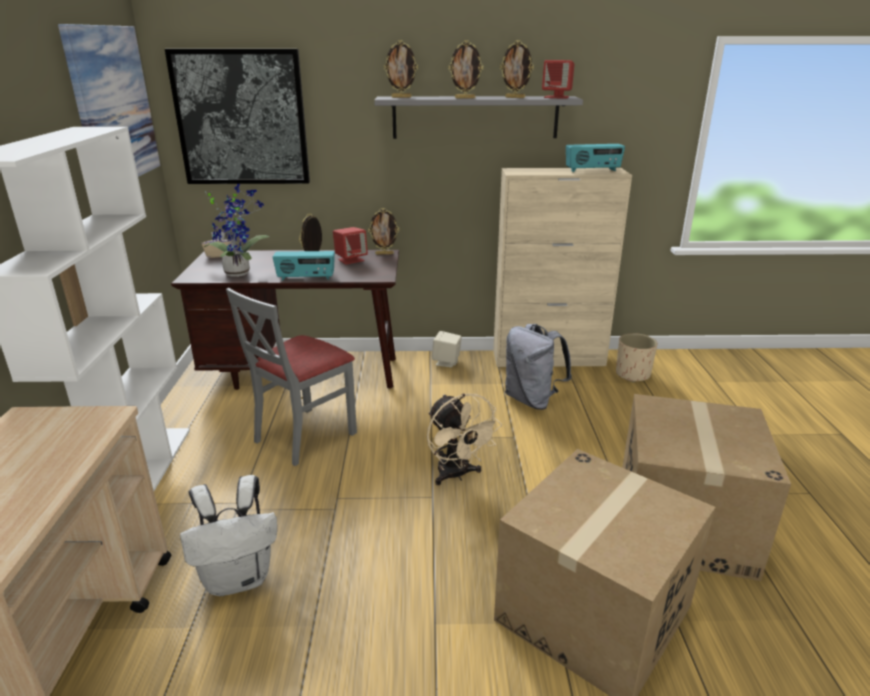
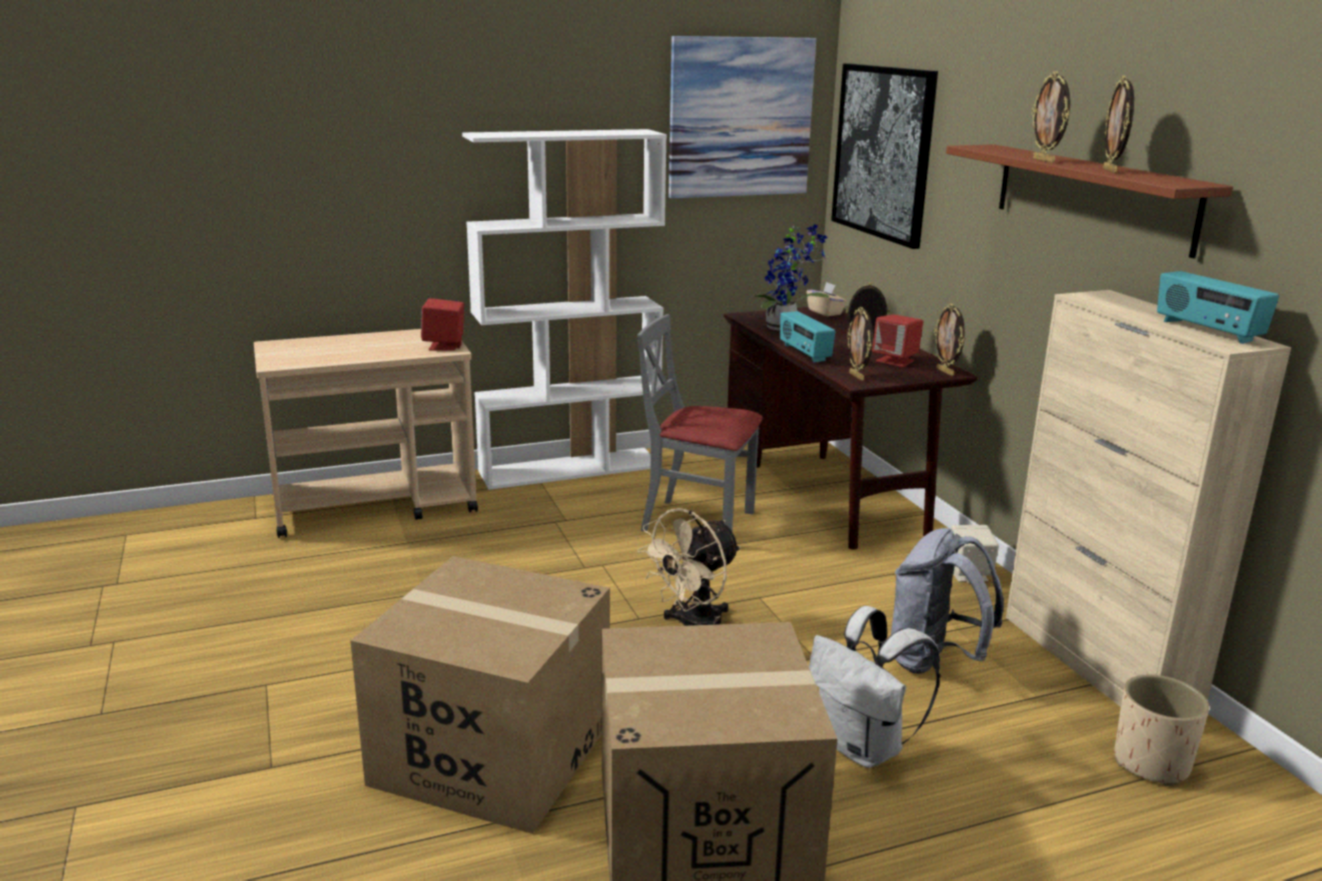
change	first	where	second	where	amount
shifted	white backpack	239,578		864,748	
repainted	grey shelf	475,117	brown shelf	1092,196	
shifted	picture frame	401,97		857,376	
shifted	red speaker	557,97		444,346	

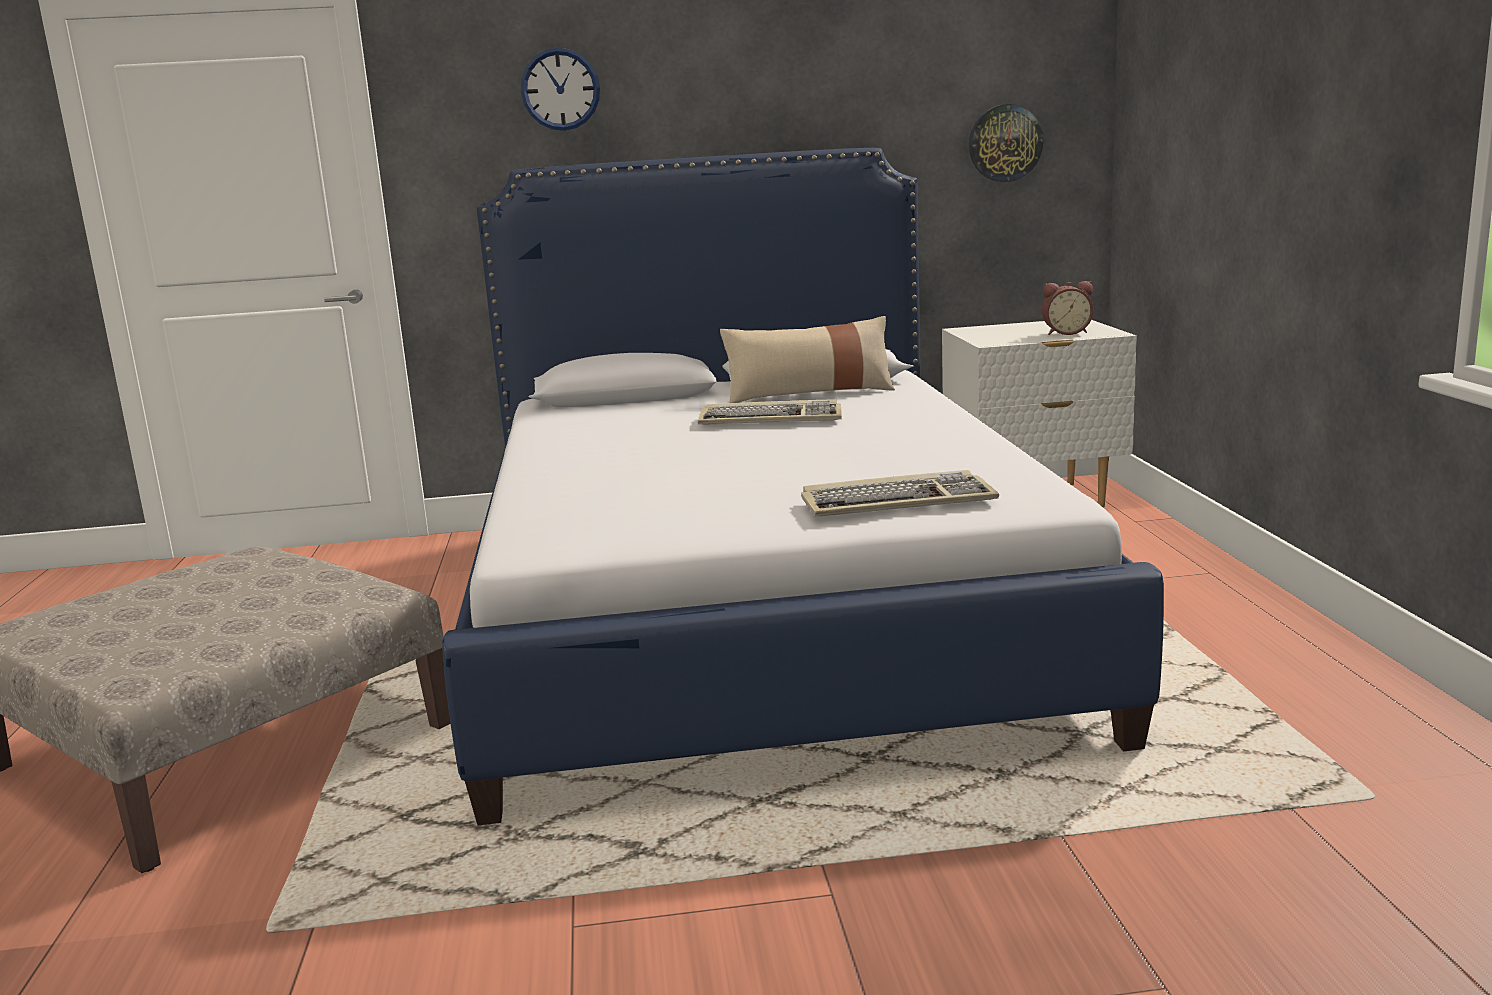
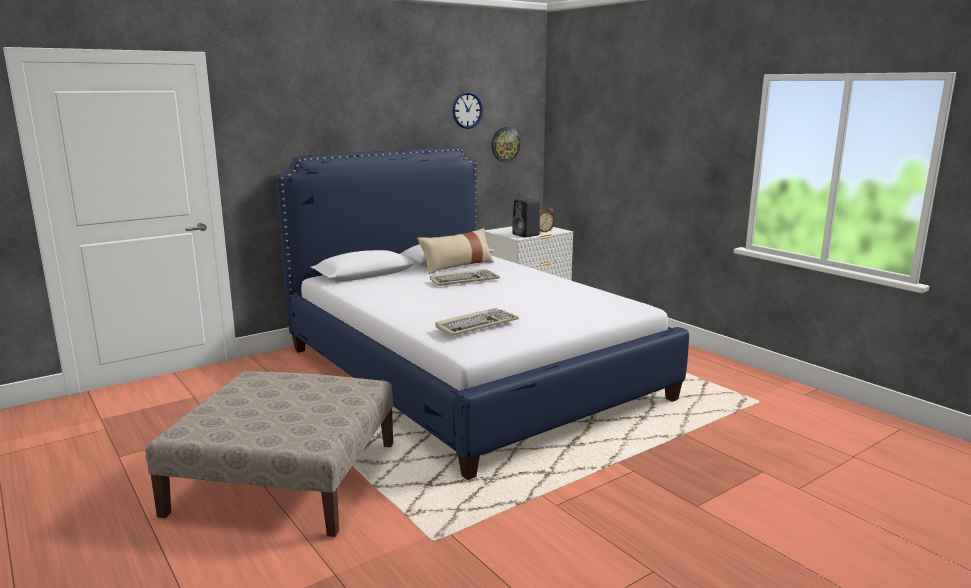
change	first	where	second	where	amount
shifted	wall clock	560,89		467,110	
shifted	keyboard	898,501		476,324	
new			black speaker	526,235	

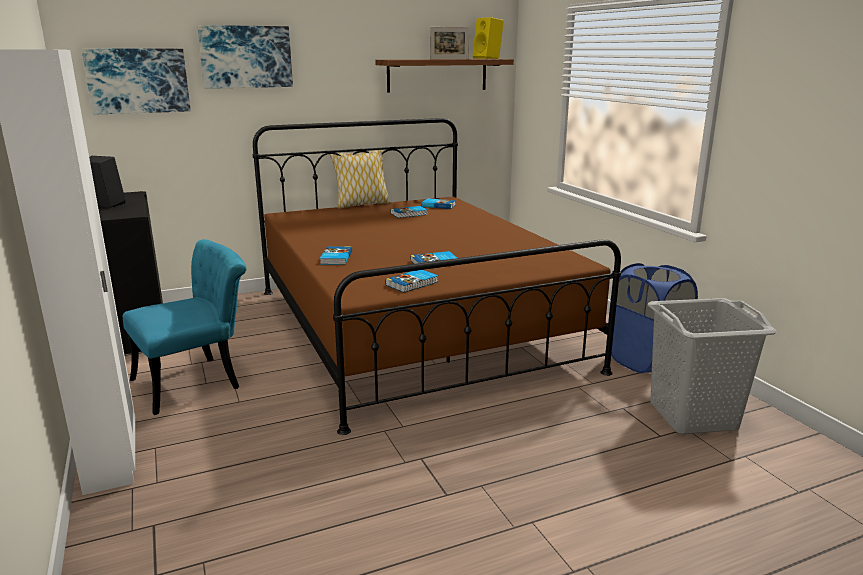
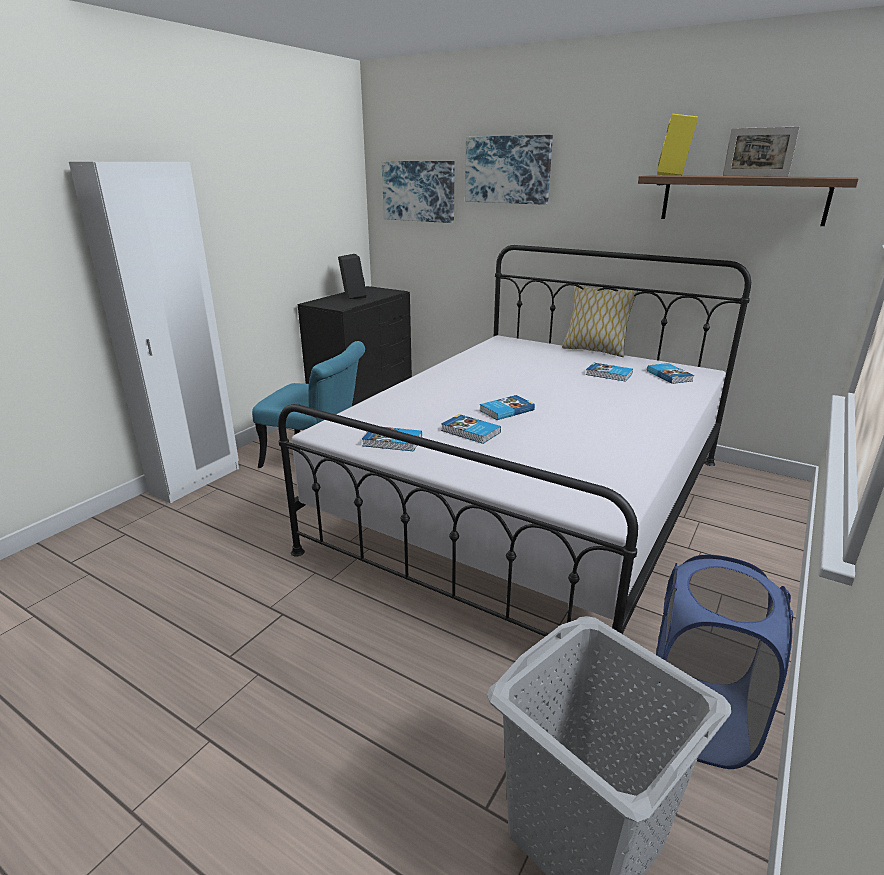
change	first	where	second	where	amount
repainted	brown bed	413,327	white bed	529,502	
shifted	book	335,258		506,410	
shifted	yellow speaker	488,58		673,175	

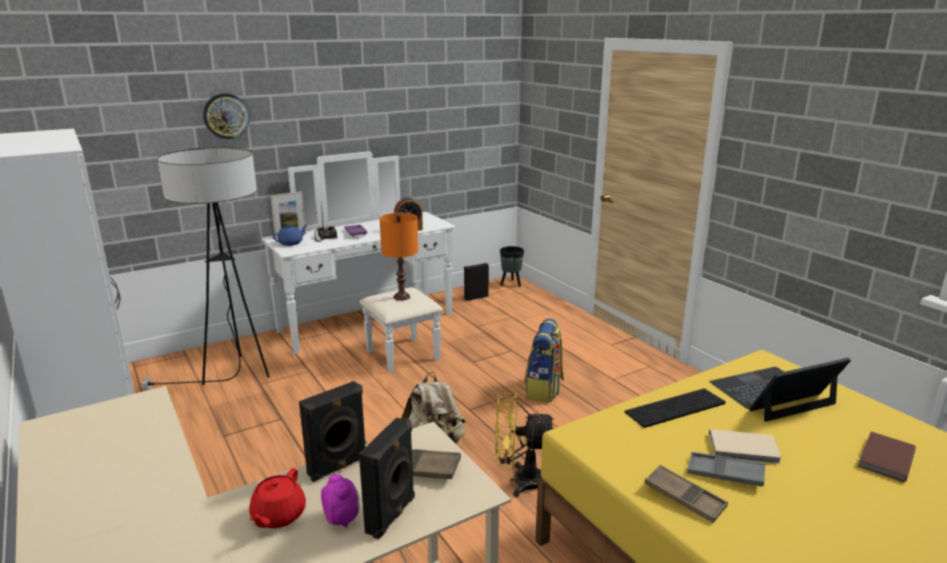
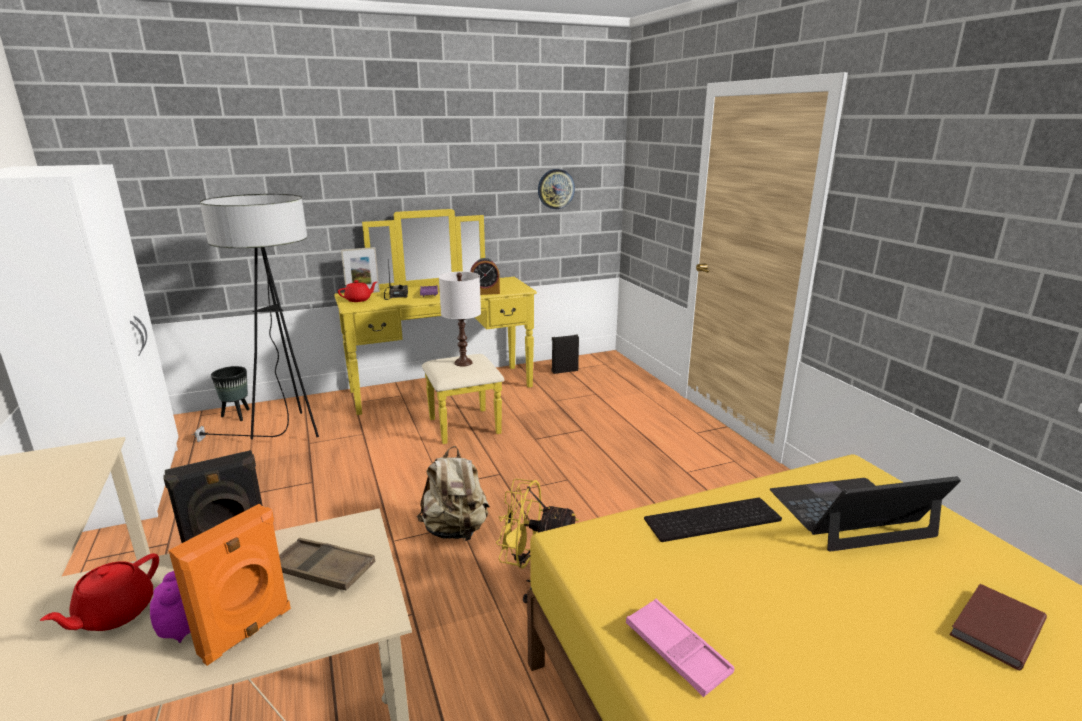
change	first	where	second	where	amount
shifted	wall clock	226,116		555,189	
repainted	white dresser	375,329	yellow dresser	447,396	
repainted	blue teapot	291,243	red teapot	359,300	
repainted	black speaker	392,515	orange speaker	247,632	
repainted	orange table lamp	402,297	white table lamp	463,363	
shifted	black planter	511,284		237,415	
gone	backpack	544,390			
repainted	brown tray	684,498	pink tray	677,651	
gone	grey tray	725,474			
gone	beige book	744,449			

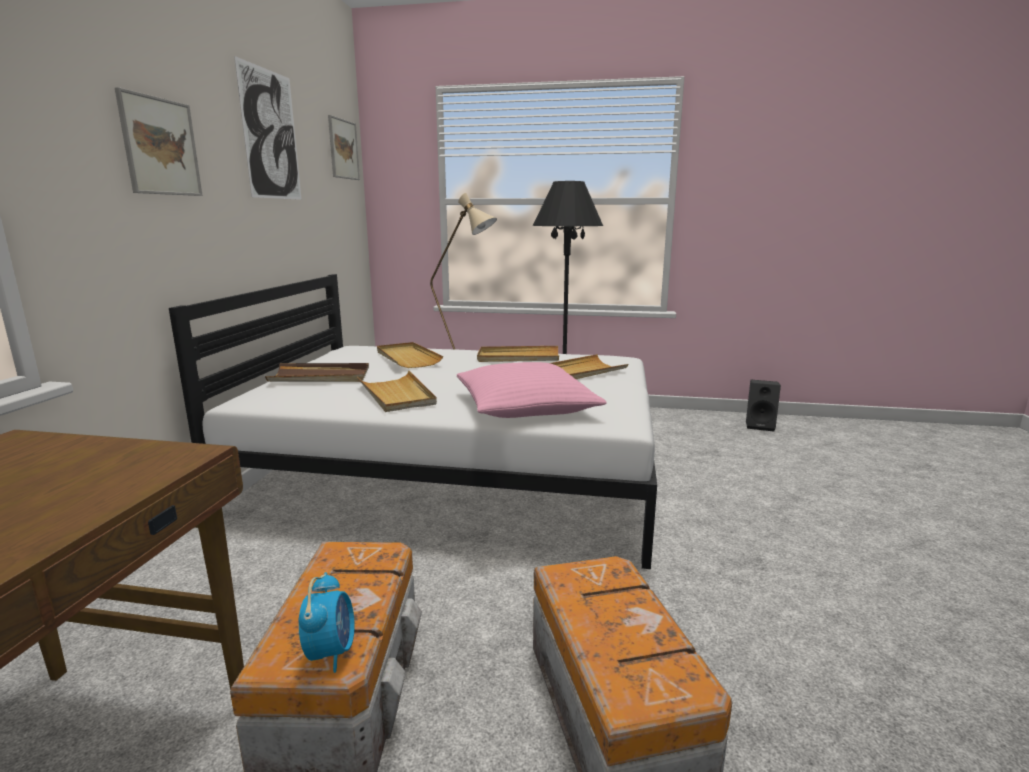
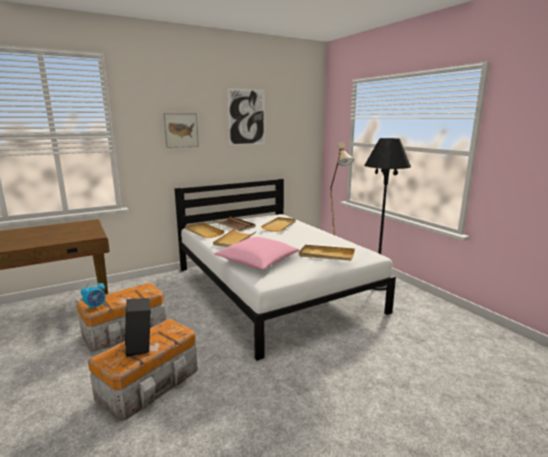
change	first	where	second	where	amount
gone	picture	343,149			
shifted	beige tray	518,357		203,232	
shifted	black speaker	760,425		141,347	

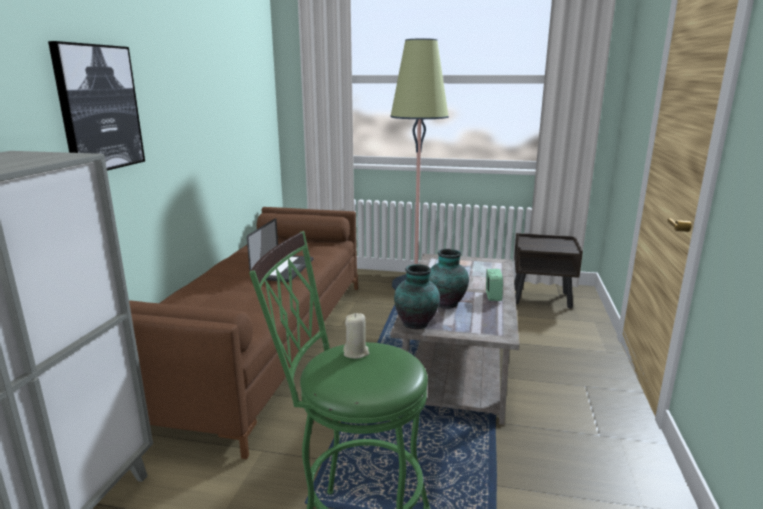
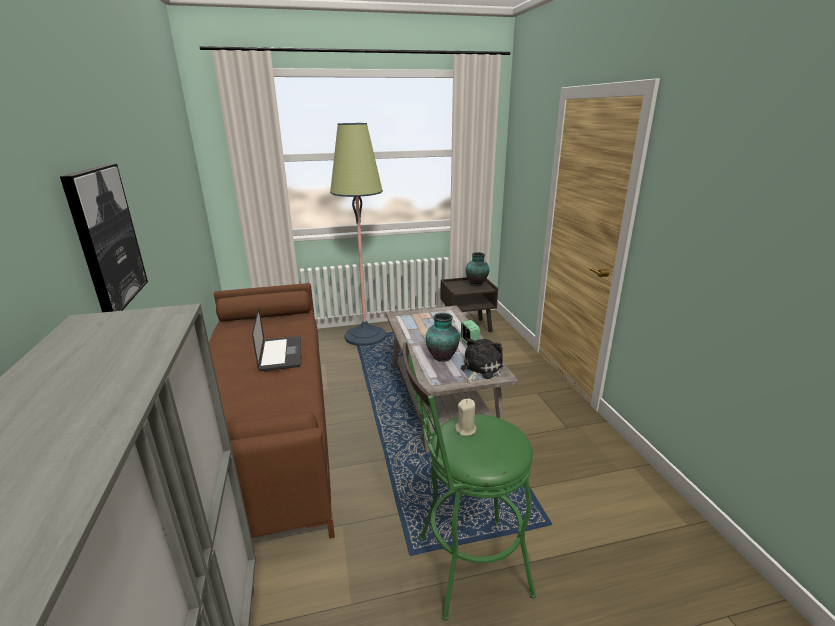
change	first	where	second	where	amount
shifted	vase	417,324		477,283	
new			plush toy	479,369	

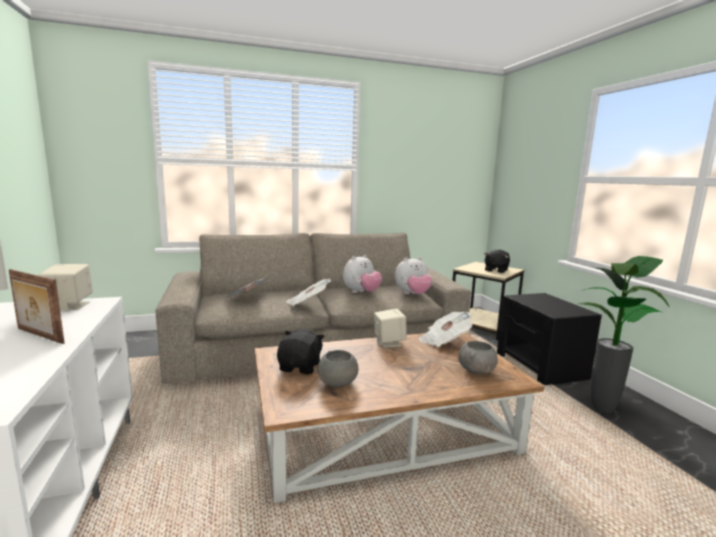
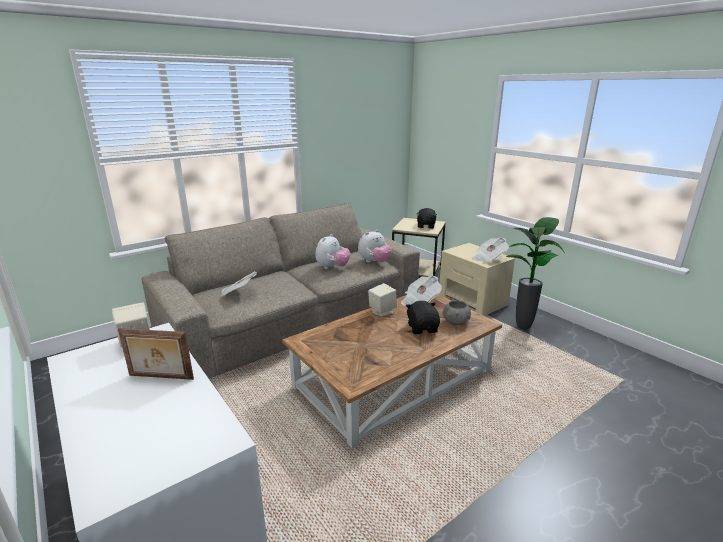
change	first	where	second	where	amount
shifted	black plush toy	300,367		422,328	
shifted	newspaper	307,303		488,258	
gone	grey bowl	337,383			
repainted	black nightstand	541,365	beige nightstand	472,300	

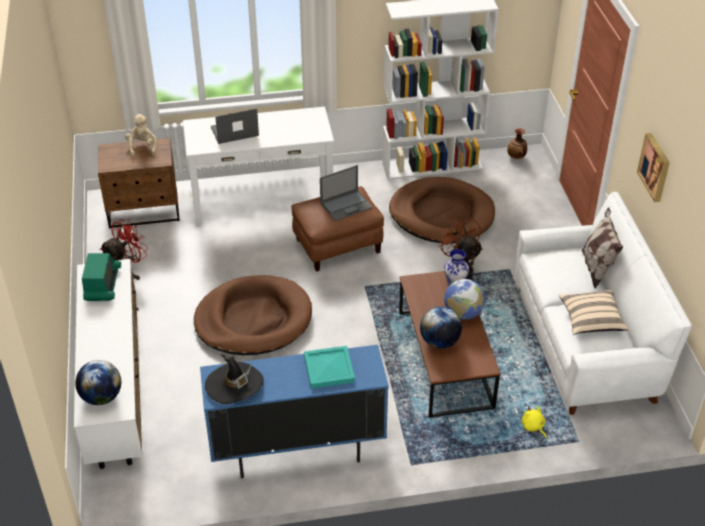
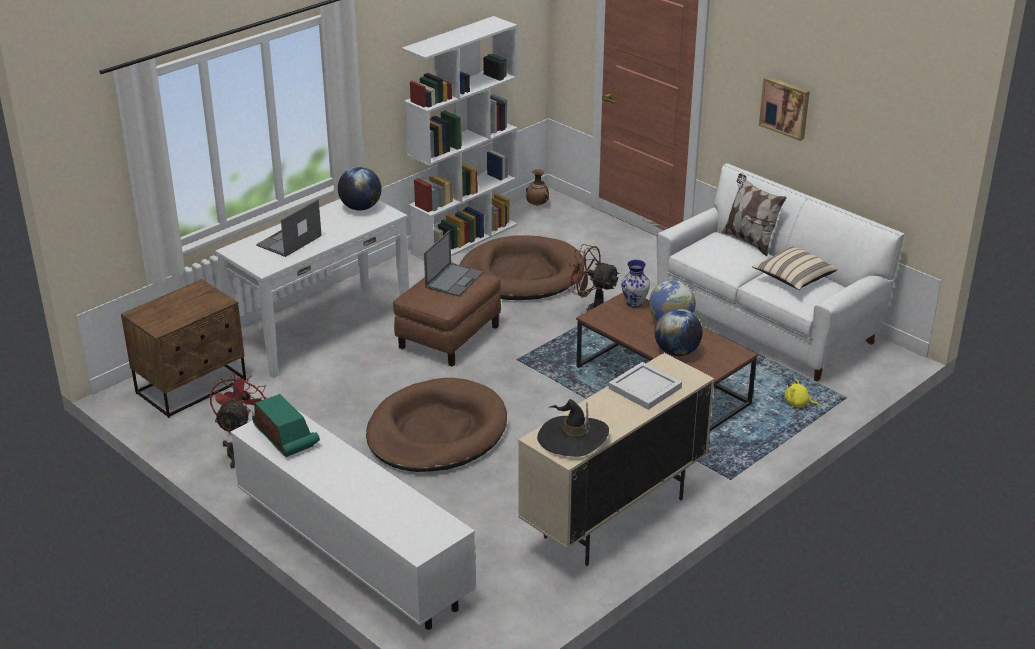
change	first	where	second	where	amount
shifted	globe	101,397		360,208	
gone	beige plush toy	142,147			
repainted	blue cabinet	297,451	beige cabinet	614,518	
repainted	turquoise tray	330,369	white tray	646,388	

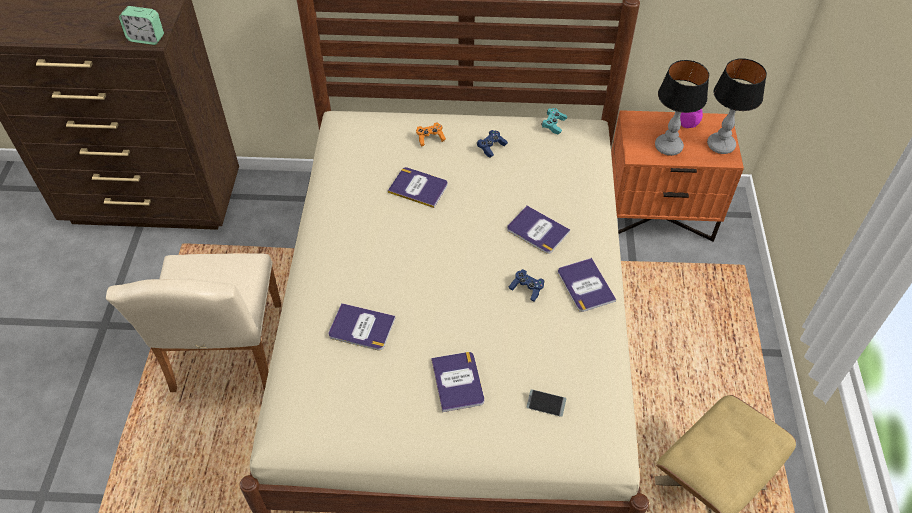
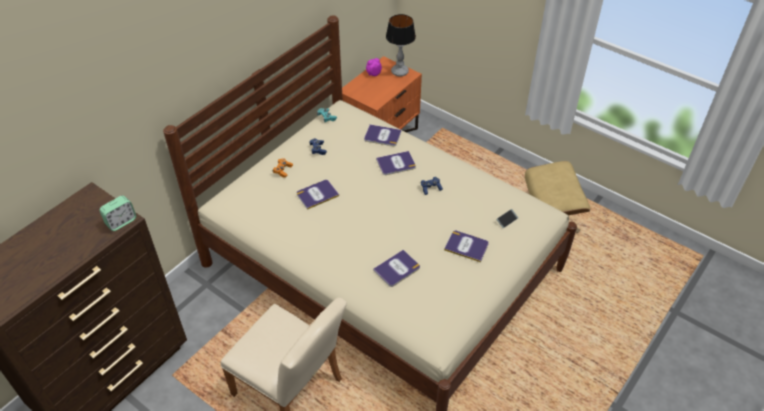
change	first	where	second	where	amount
shifted	book	585,285		382,136	
gone	table lamp	668,146			

